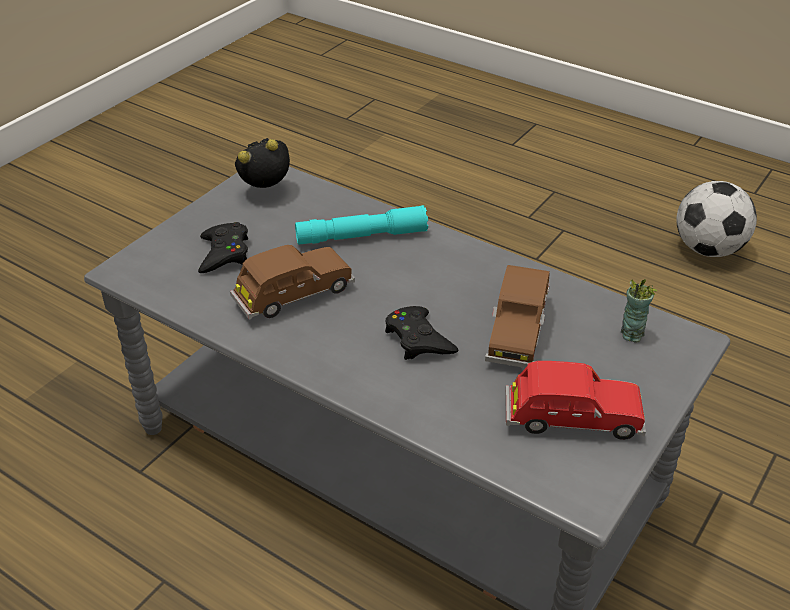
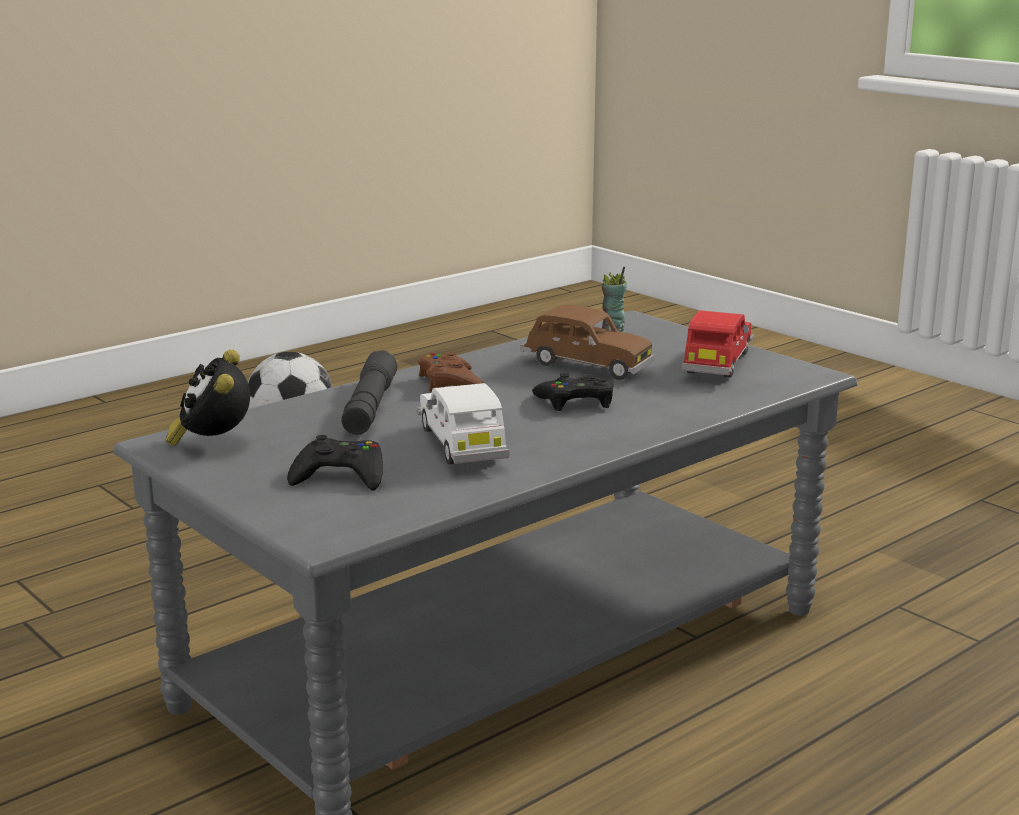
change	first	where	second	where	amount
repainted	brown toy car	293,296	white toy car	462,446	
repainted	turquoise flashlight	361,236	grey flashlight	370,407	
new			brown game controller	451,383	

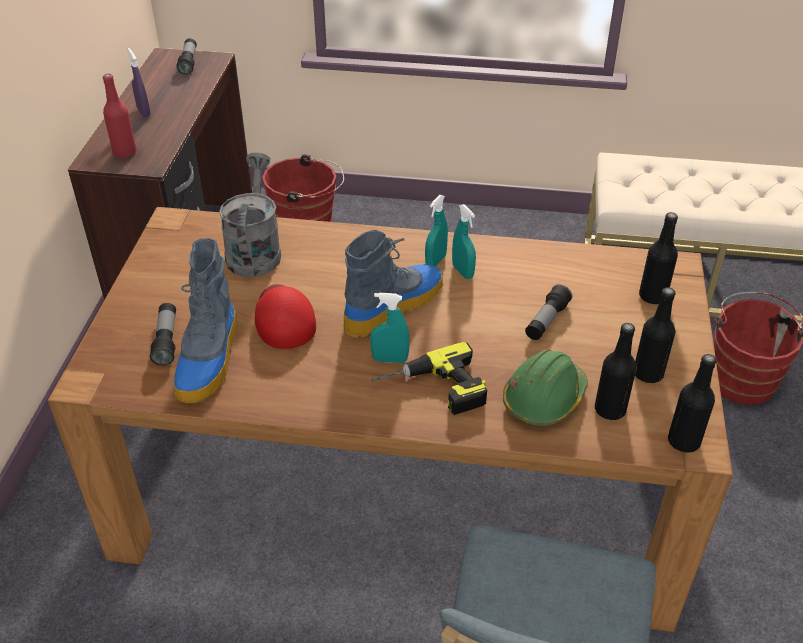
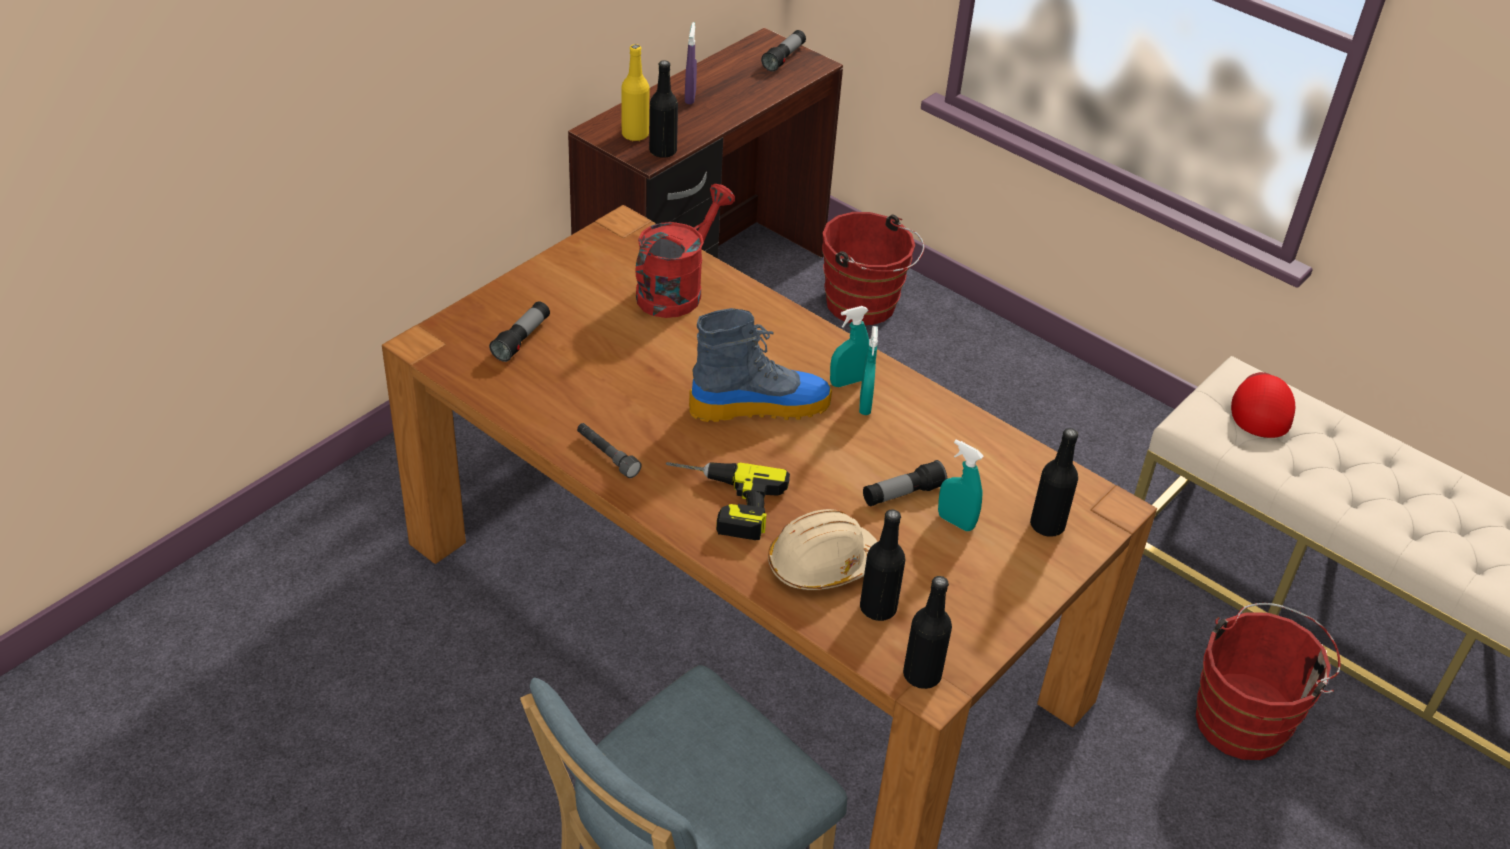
change	first	where	second	where	amount
repainted	red bottle	125,152	yellow bottle	635,135	
gone	boot	209,359			
repainted	grey watering can	254,250	red watering can	676,289	
shifted	red cap	284,318		1262,407	
shifted	turquoise spray bottle	390,359		955,522	
repainted	green hard hat	544,399	beige hard hat	822,564	
shifted	black bottle	648,374		663,151	
new			grey flashlight	607,455	

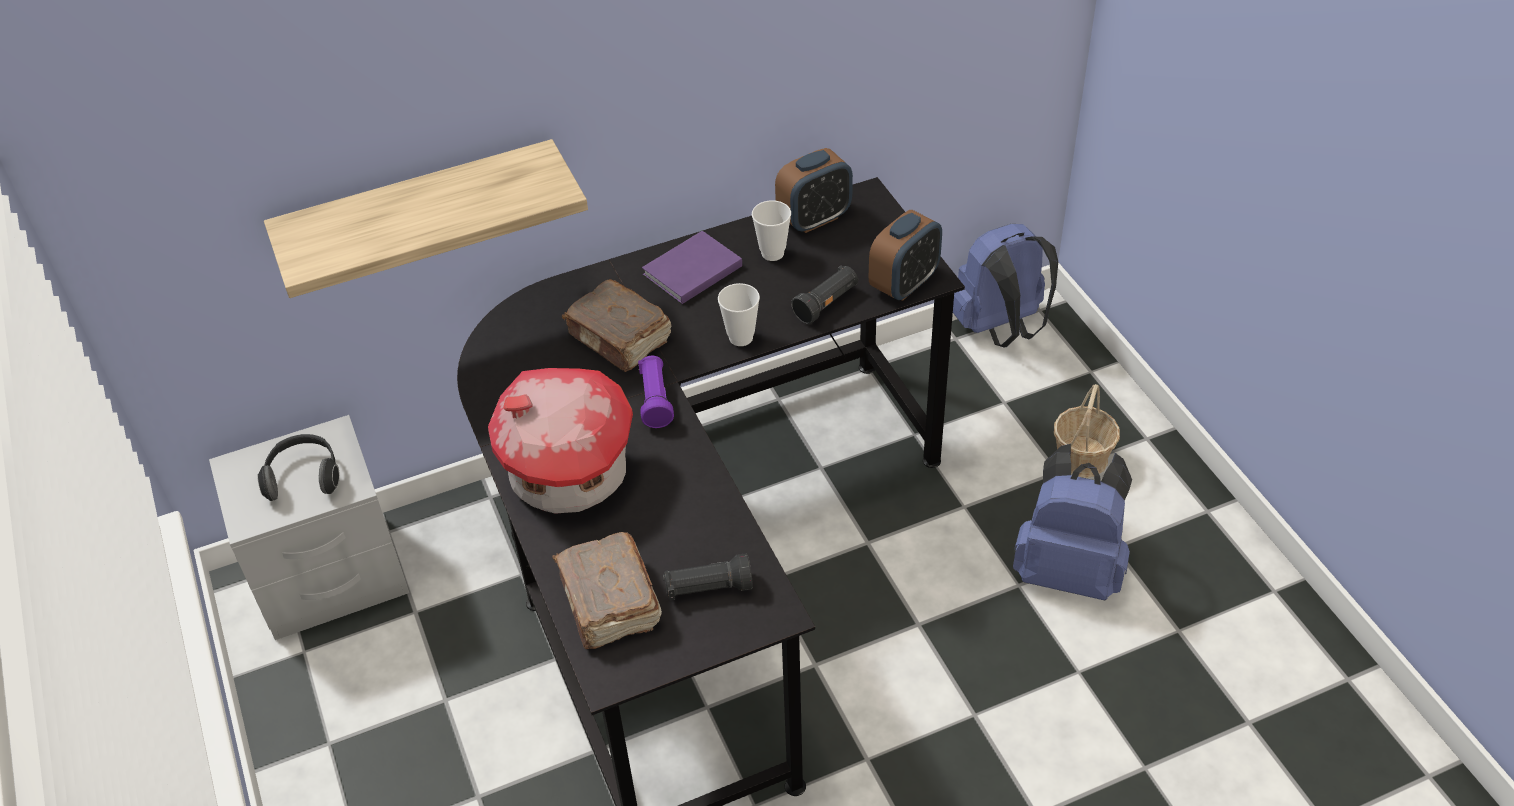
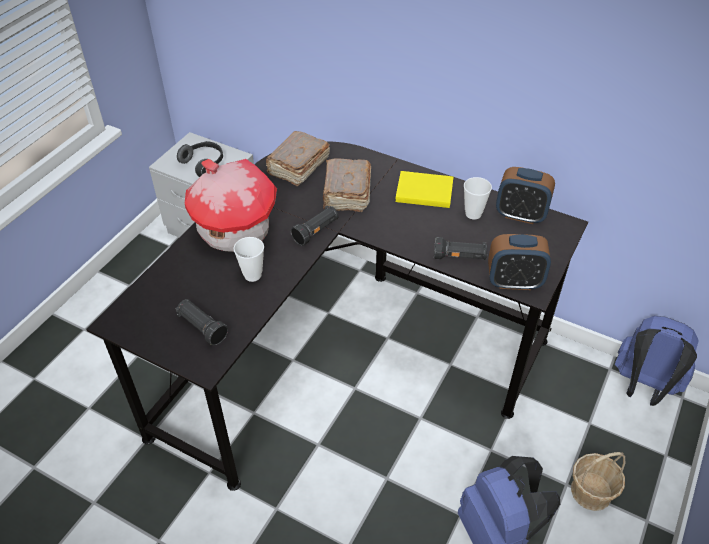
change	first	where	second	where	amount
gone	shelf	420,214			
shifted	brown book	609,604		298,167	
repainted	purple flashlight	655,400	black flashlight	316,231	
repainted	purple book	689,271	yellow book	423,191	
shifted	cup	741,338		252,275	

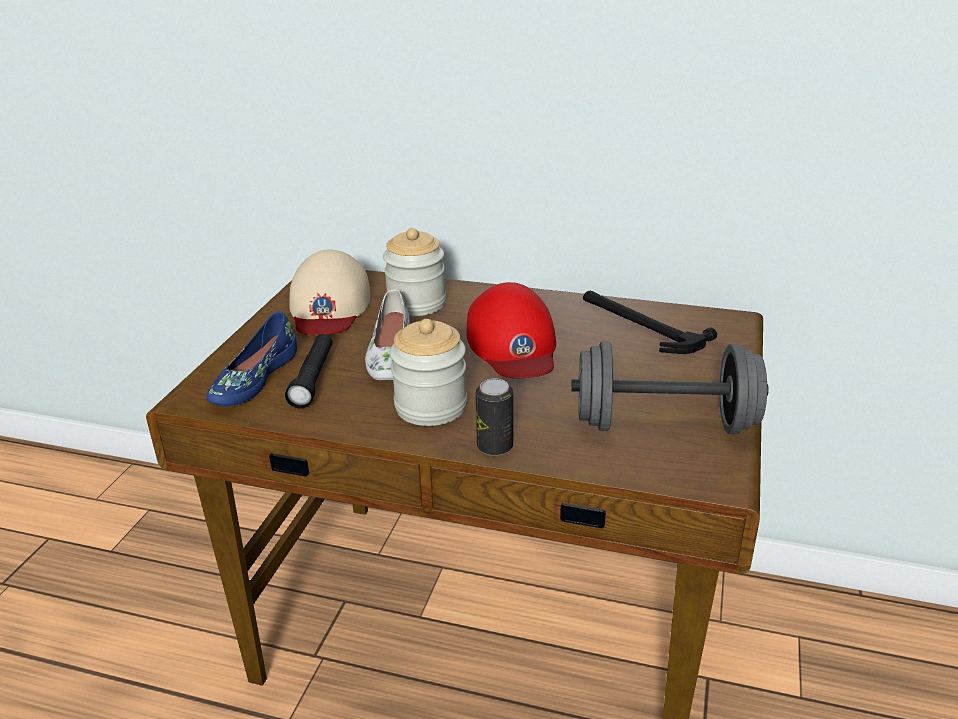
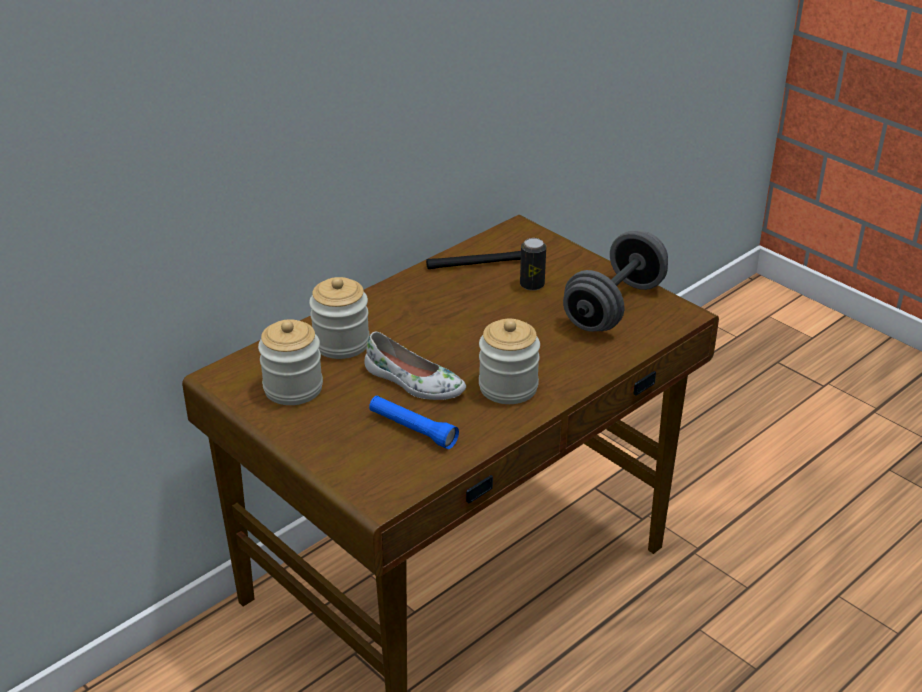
change	first	where	second	where	amount
gone	blue shoe	253,378			
repainted	black flashlight	313,379	blue flashlight	412,429	
swapped	beige cap	329,306	jar	293,388	
gone	red cap	513,344			
shifted	can	495,446		532,285	

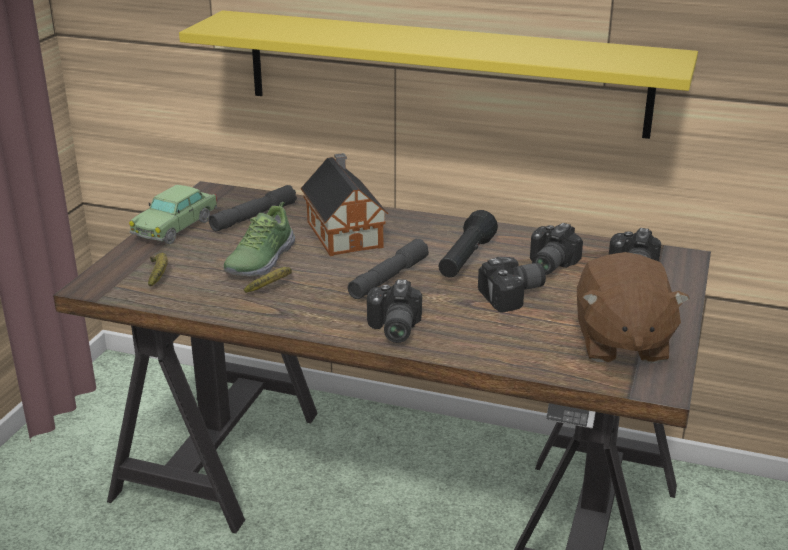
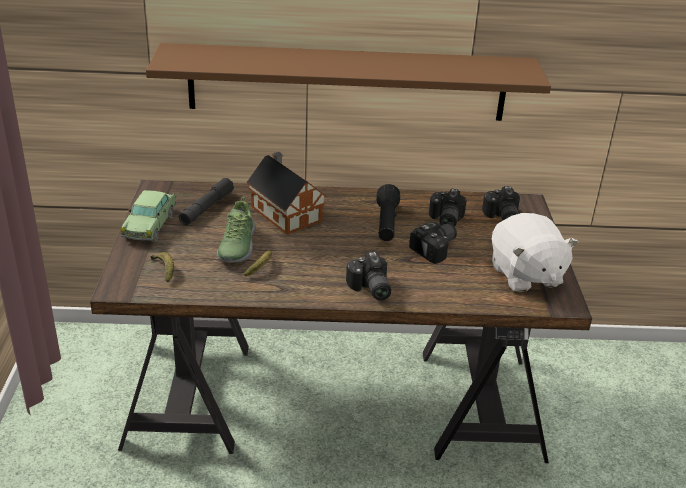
change	first	where	second	where	amount
repainted	yellow shelf	443,72	brown shelf	347,82	
gone	grey flashlight	388,278			
repainted	brown plush toy	620,343	white plush toy	525,275	

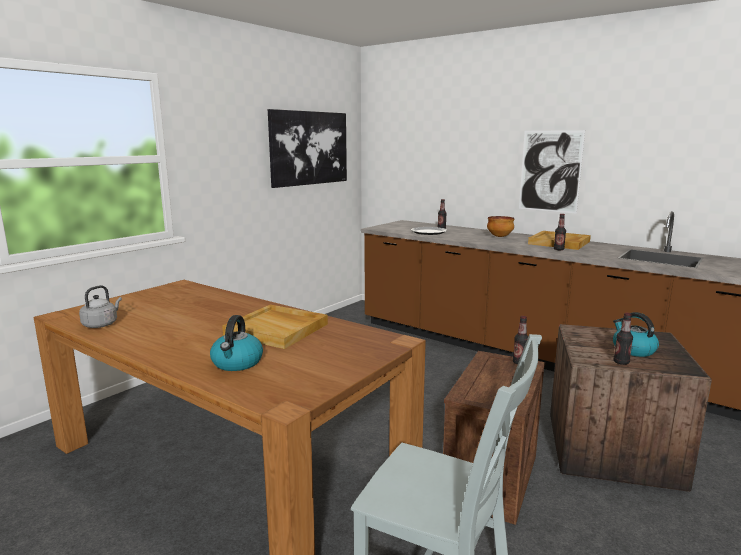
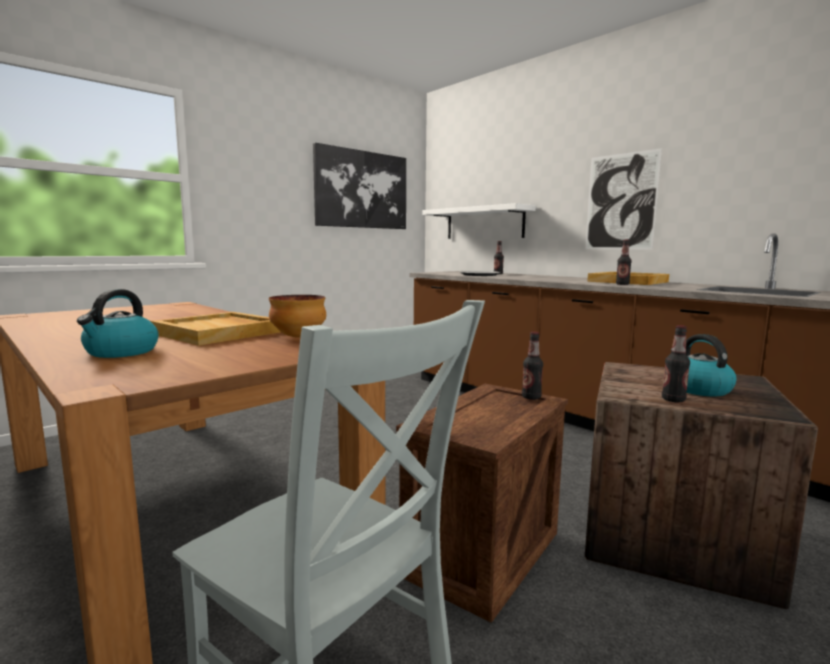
change	first	where	second	where	amount
gone	grey kettle	101,324			
shifted	bowl	500,237		298,337	
new			white shelf	484,223	

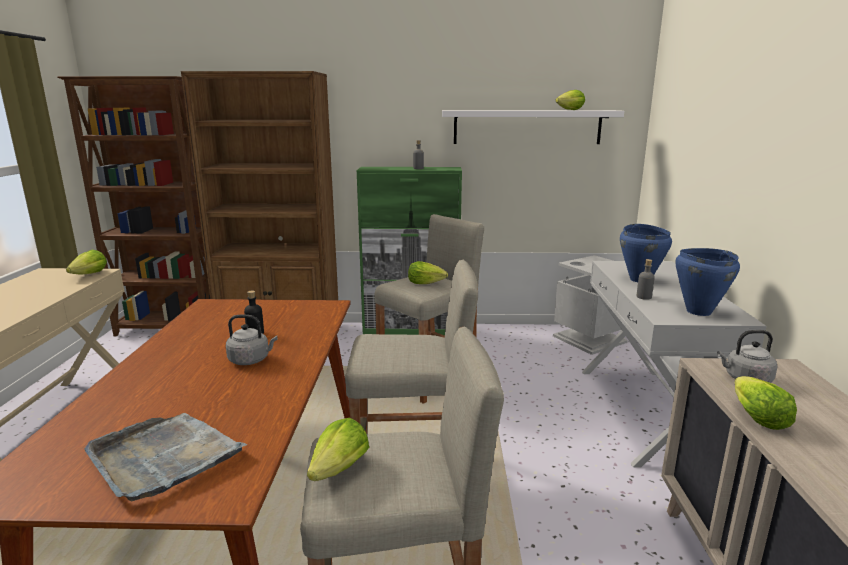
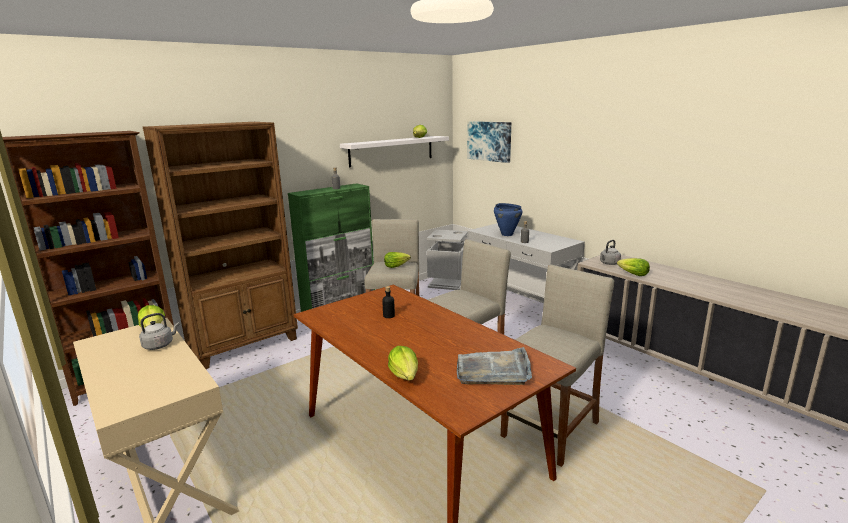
change	first	where	second	where	amount
shifted	grey kettle	251,360		160,345	
shifted	lettuce	339,469		405,375	
gone	blue cooking pot	698,311			
new			picture	489,141	

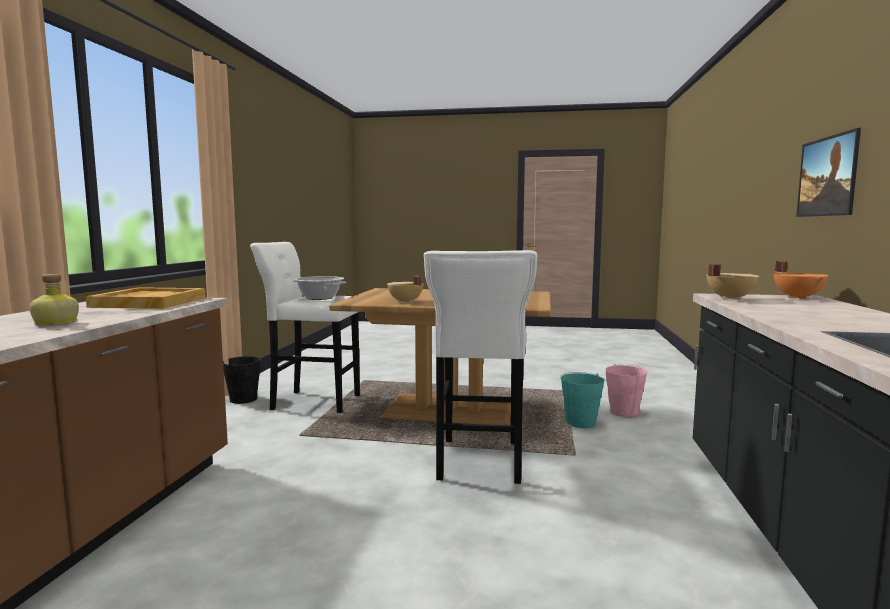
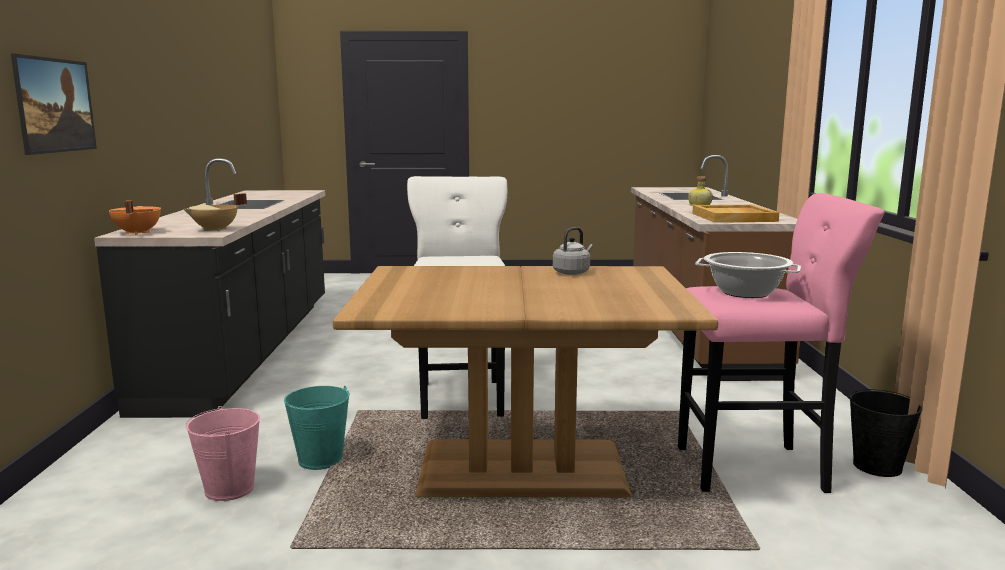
change	first	where	second	where	amount
repainted	white stool	312,402	pink stool	758,469	
swapped	beige cooking pot	405,302	grey kettle	572,272	

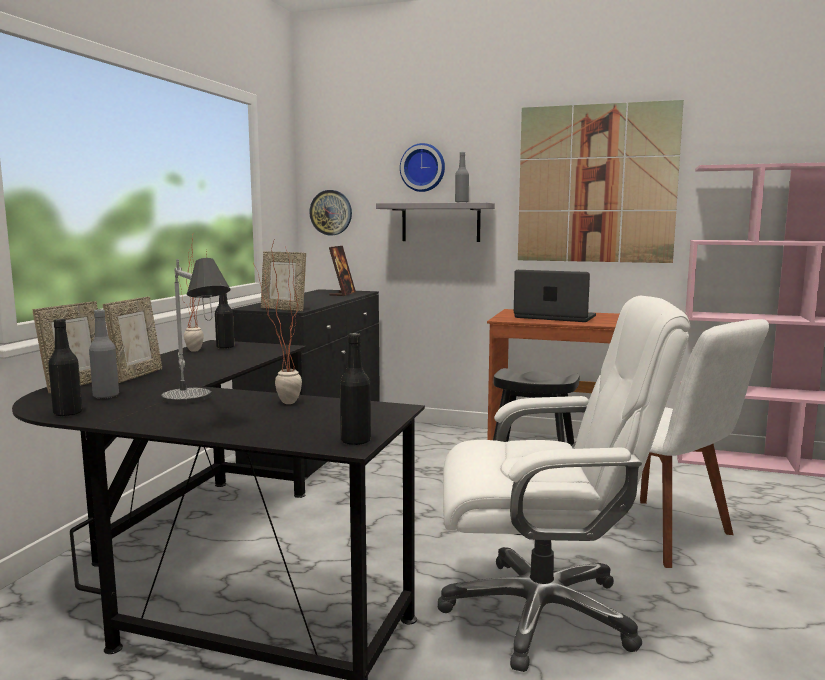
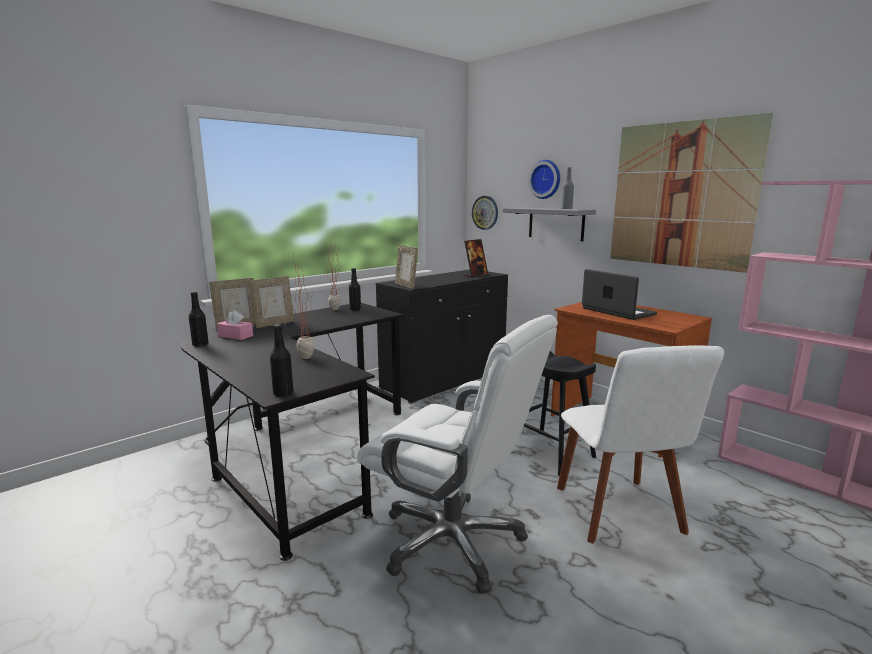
change	first	where	second	where	amount
swapped	grey bottle	106,396	pink tissue box	235,336	
gone	table lamp	197,409			

